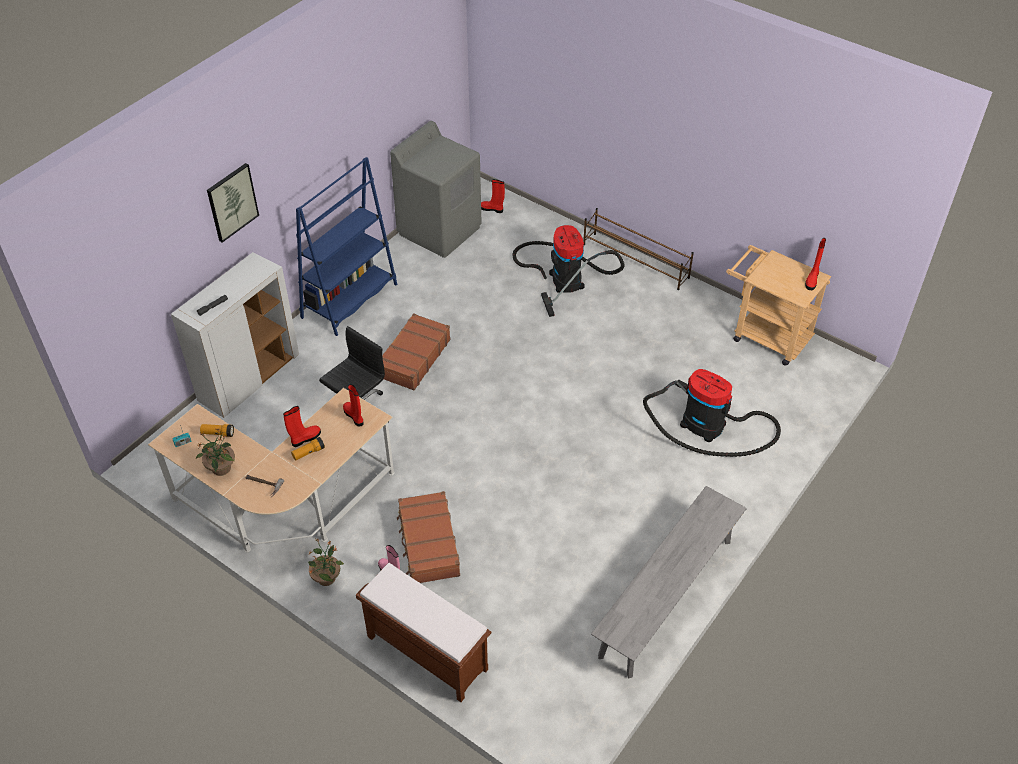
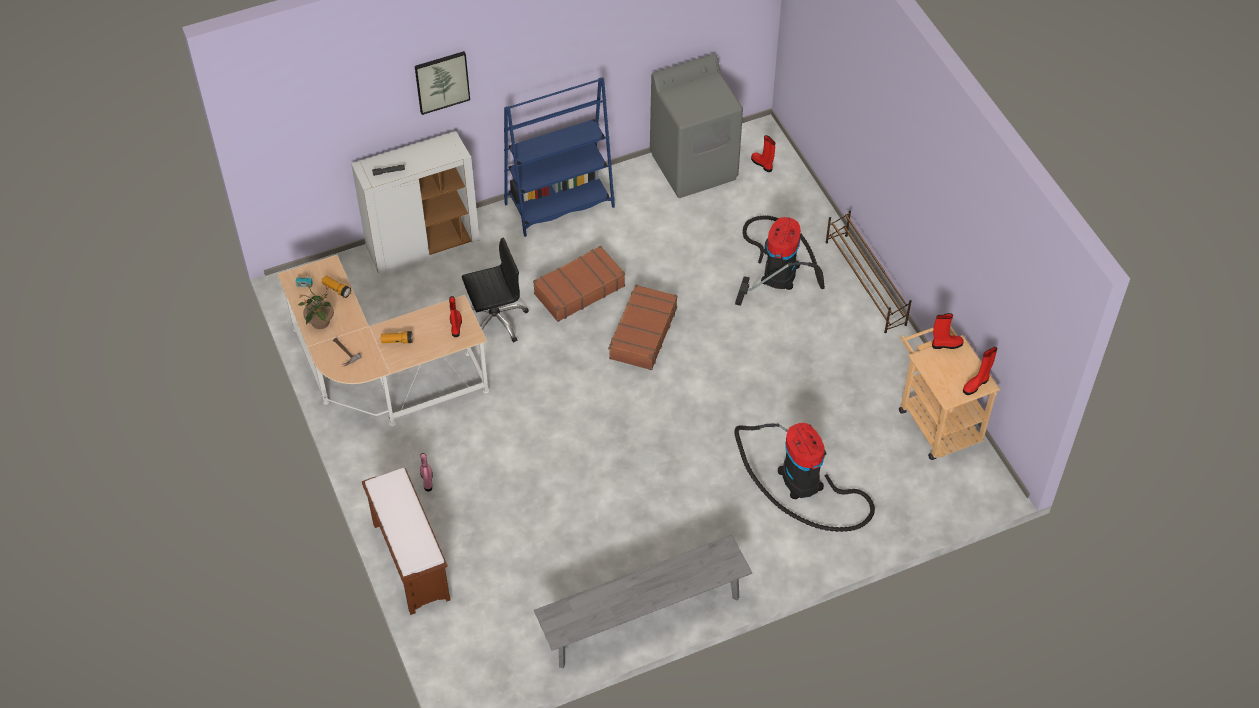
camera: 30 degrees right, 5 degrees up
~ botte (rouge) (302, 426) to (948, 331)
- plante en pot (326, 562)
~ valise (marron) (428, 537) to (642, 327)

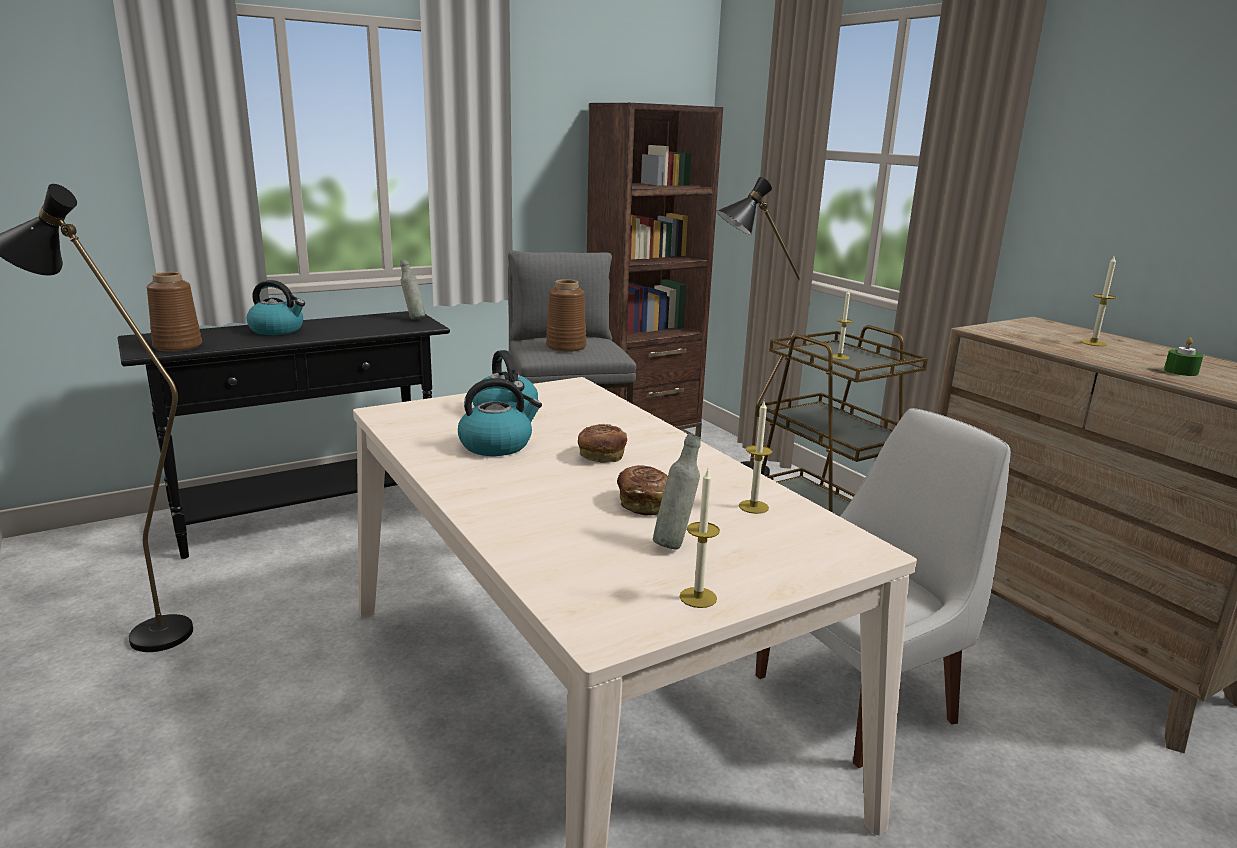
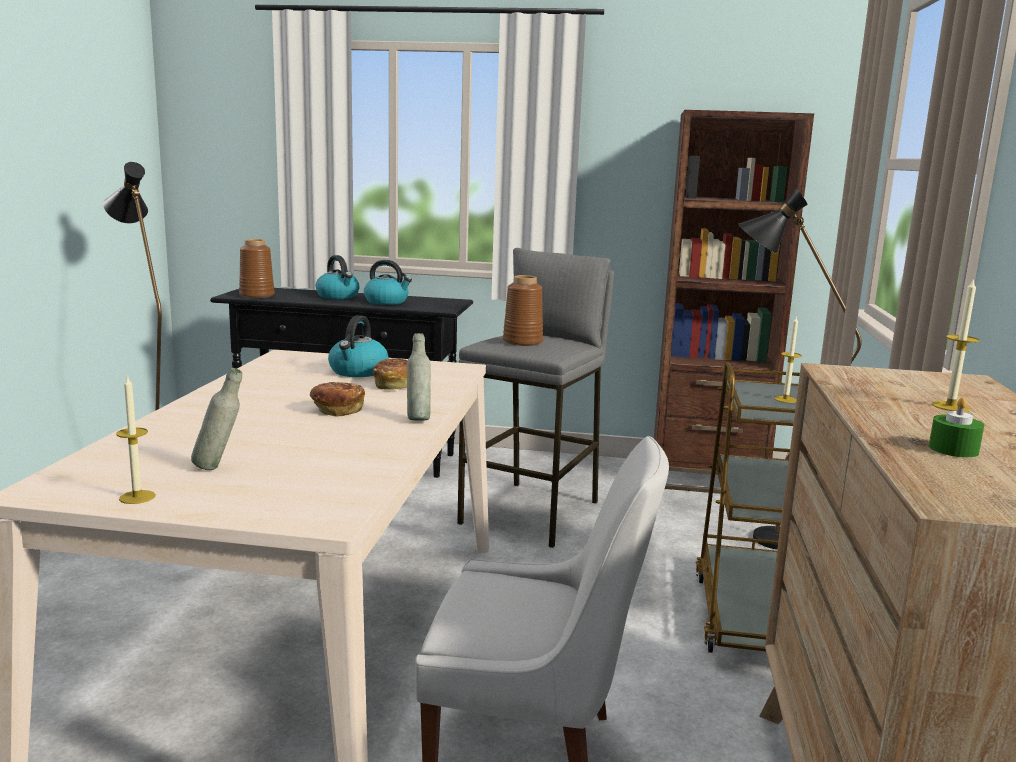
camera: 40 degrees right, 5 degrees down
~ bouteille (gris) (412, 290) to (419, 377)
~ bouilloire (500, 417) to (388, 282)
~ pain (642, 490) to (390, 373)
- bougie (756, 457)

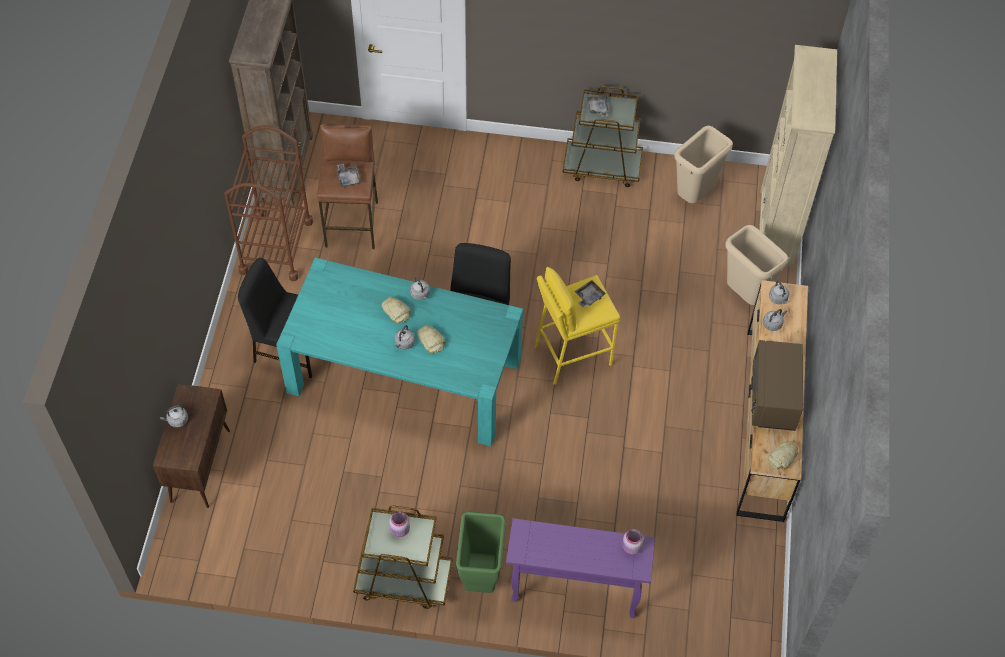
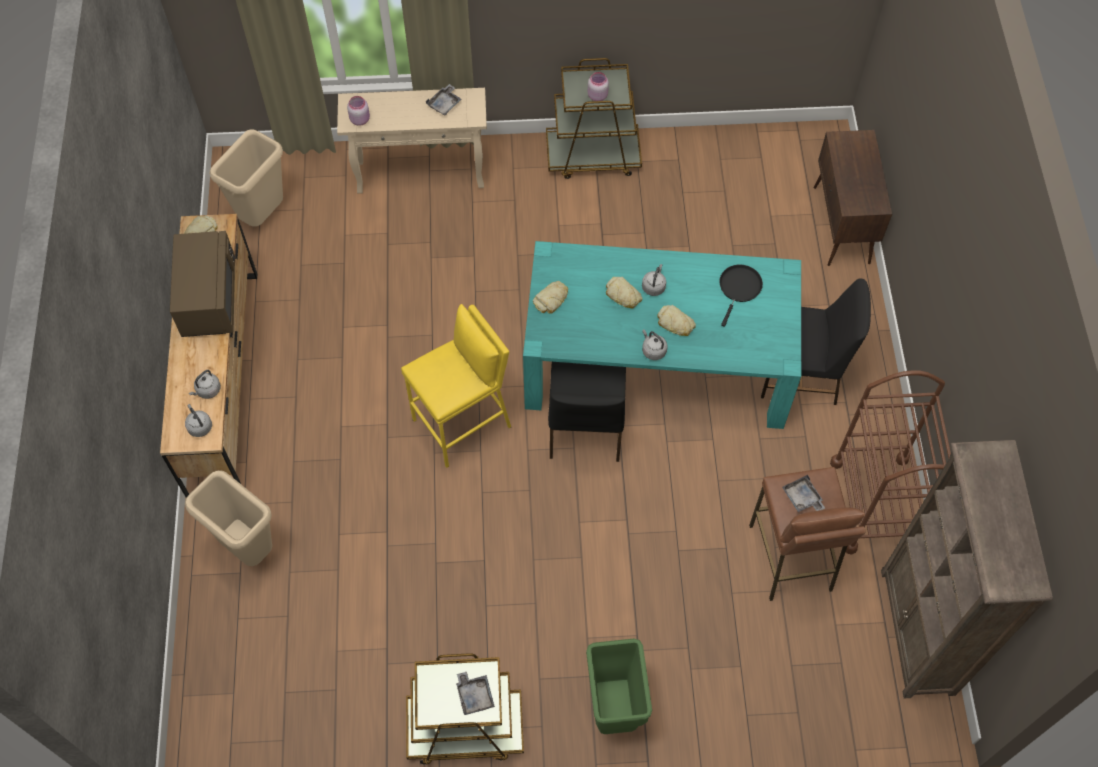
camera: 170 degrees right, 5 degrees up
- bouilloire (gris) (174, 416)
~ poubelle (vert) (481, 552) to (619, 686)
~ table console (violet) (580, 568) to table console (beige) (412, 141)
~ plateau (gris) (590, 293) to (443, 99)
~ poubelle (beige) (703, 164) to (246, 178)
- bibliothèque (beige) (798, 156)
+ pain (550, 297)
+ poêle (noir) (741, 296)

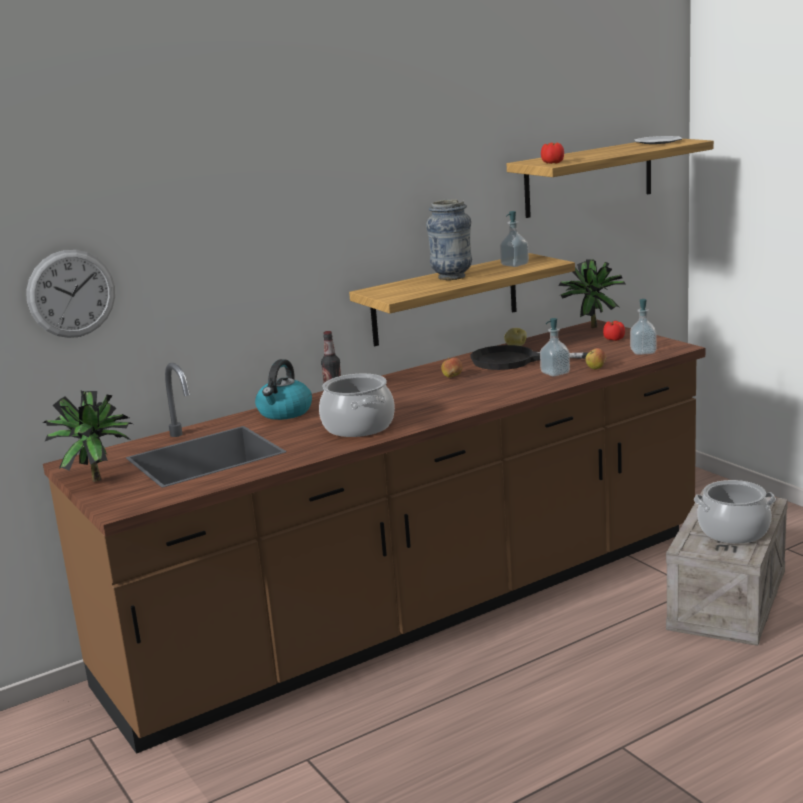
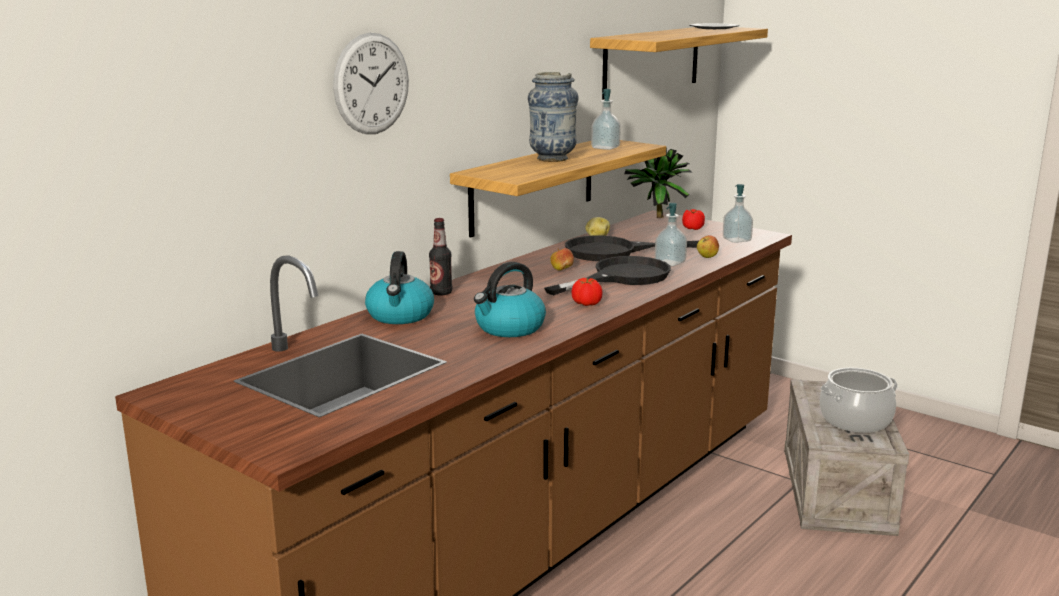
camera: 20 degrees left, 0 degrees up
~ horloge murale (70, 294) to (371, 83)
- plante en pot (87, 436)
~ marmite (357, 405) to bouilloire (510, 299)
~ tomate (552, 153) to (587, 292)
+ poêle (noir) (607, 275)

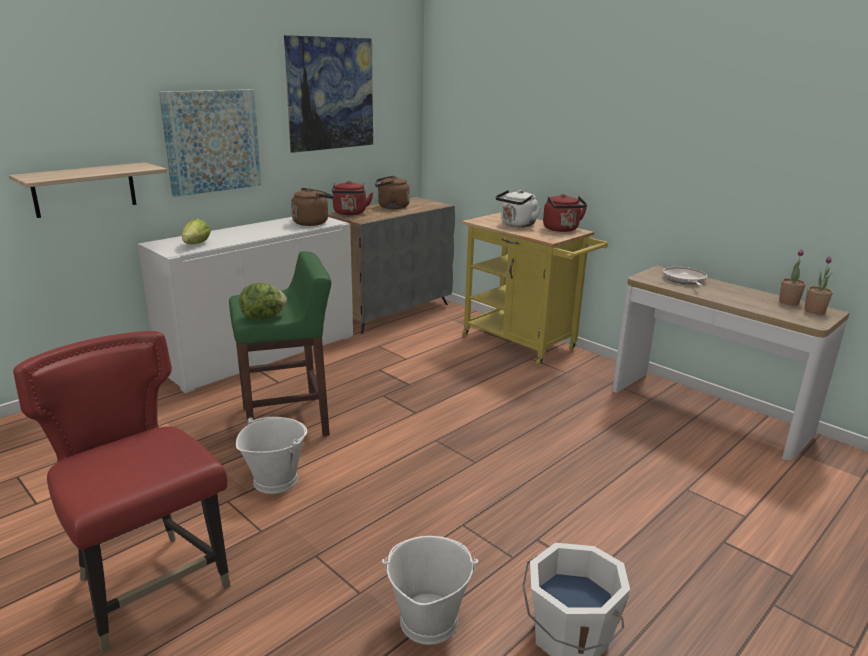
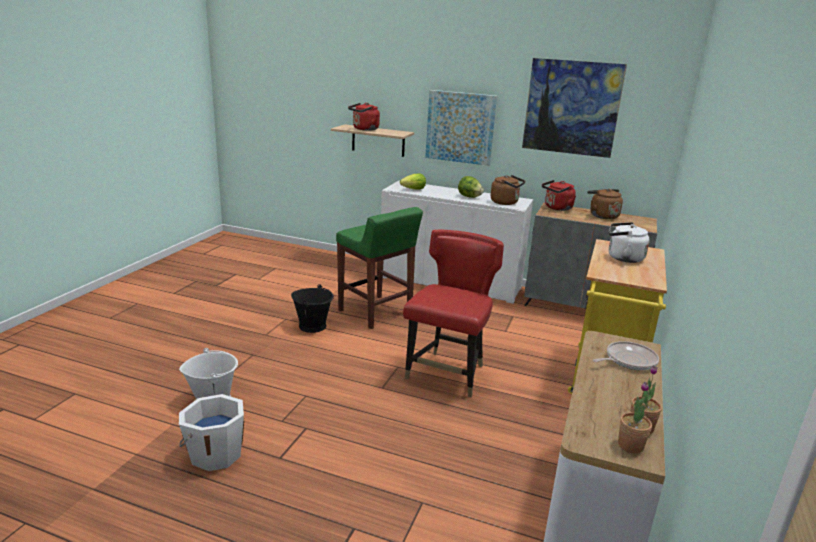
camera: 65 degrees right, 0 degrees up
~ chaise (rouge) (122, 492) to (453, 313)
~ seau (blanc) (271, 455) to seau (noir) (312, 308)
~ laitue (263, 301) to (471, 187)
~ bouilloire (rouge) (565, 213) to (364, 117)

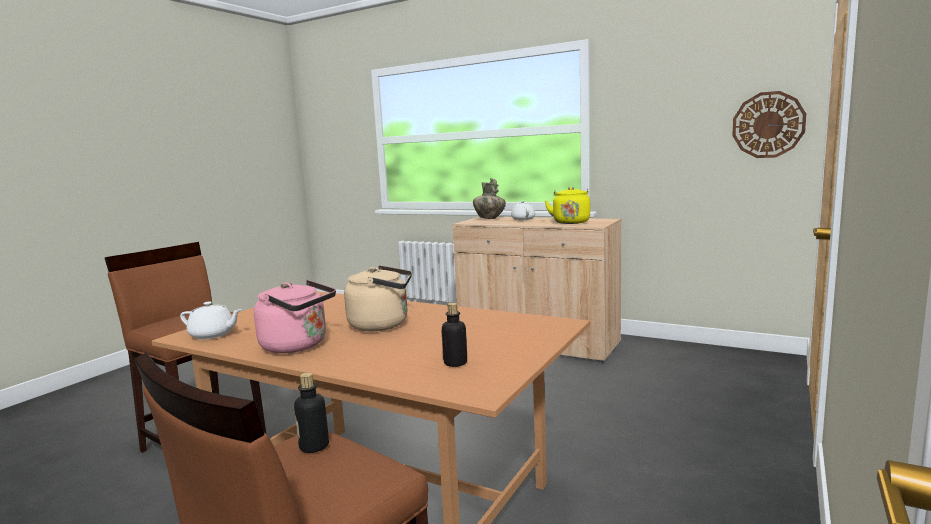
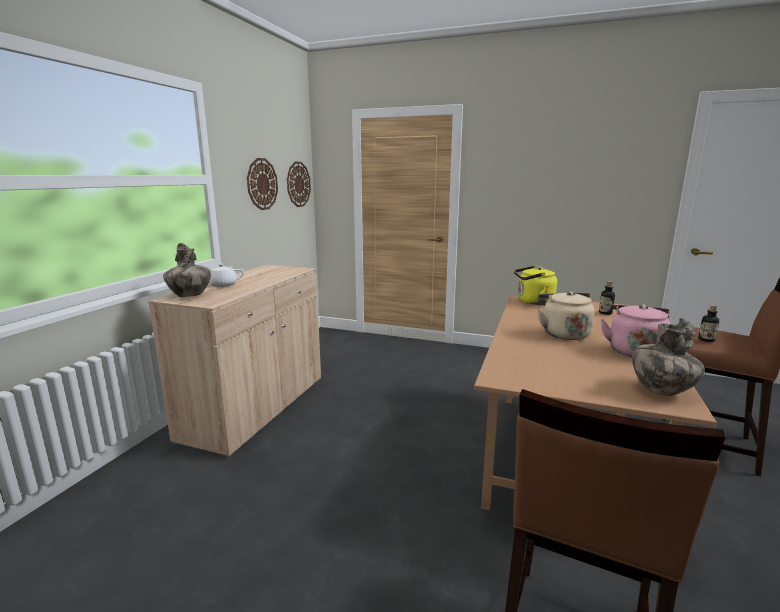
camera: 100 degrees left, 5 degrees up
~ théière (blanc) (211, 320) to vase (668, 357)
~ bouilloire (jaune) (567, 205) to (535, 285)
+ horloge murale (262, 184)

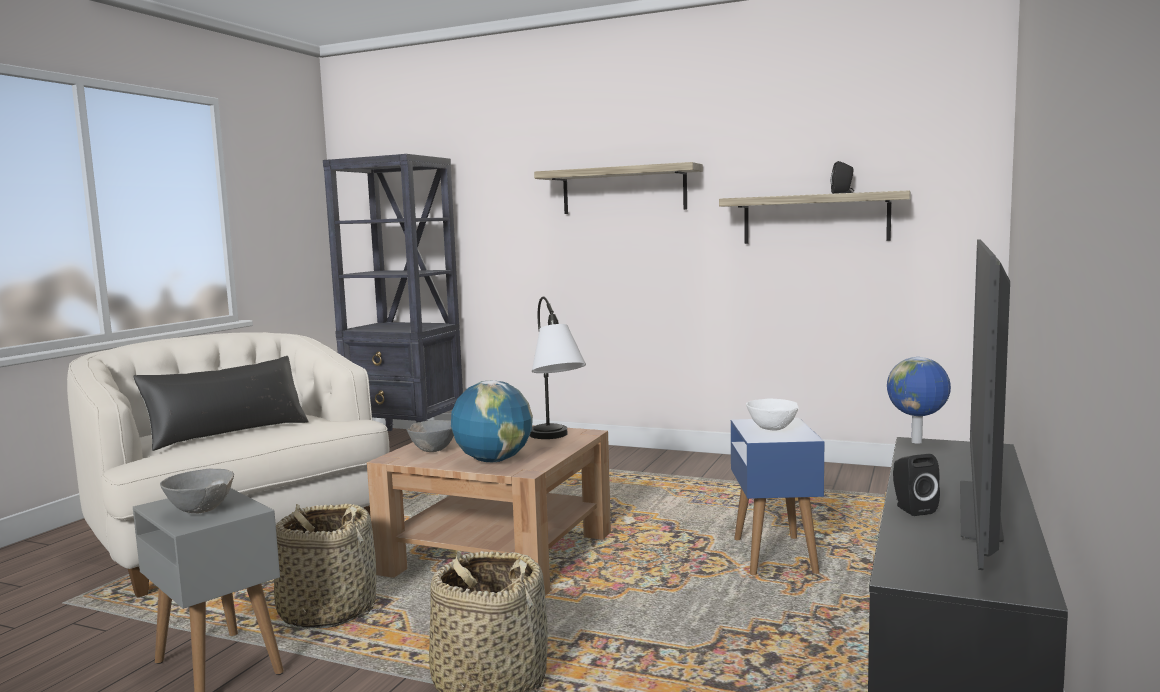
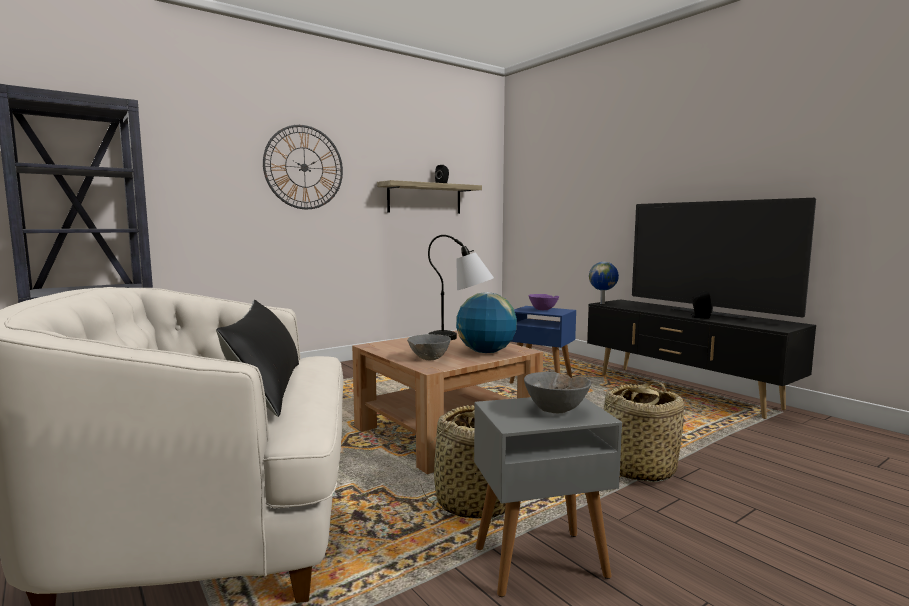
camera: 60 degrees left, 0 degrees up
~ étagère (618, 188) to horloge murale (303, 167)
~ bol (blanc) (772, 414) to bol (violet) (544, 302)

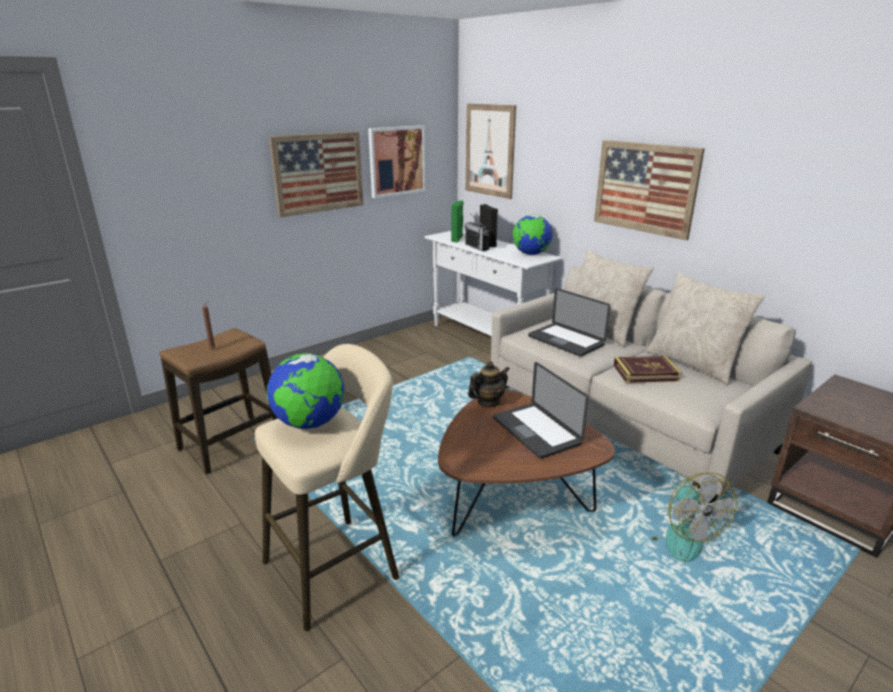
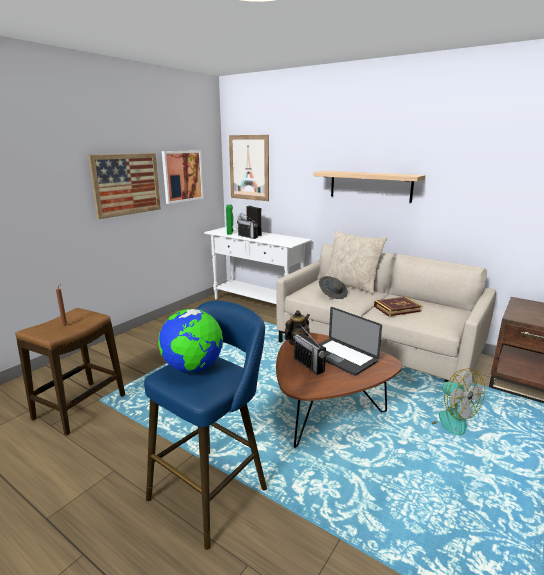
camera: 15 degrees left, 5 degrees down
~ tabouret (beige) (327, 487) to tabouret (bleu) (205, 425)
- globe (533, 235)
~ ordinateur portable (569, 322) to chapeau (gris) (333, 287)
~ tableau (649, 190) to étagère (369, 187)
- coussin (beige) (705, 328)
+ radio (309, 350)

